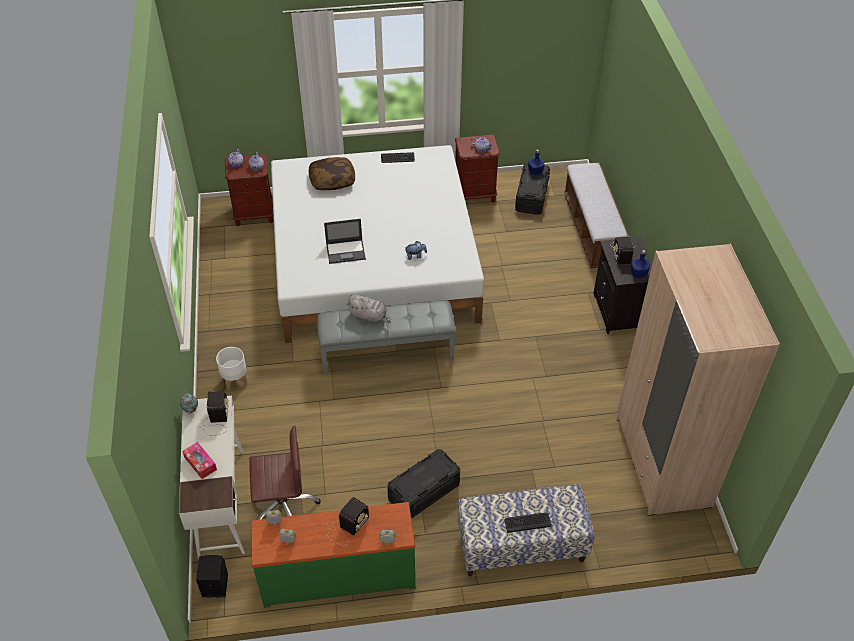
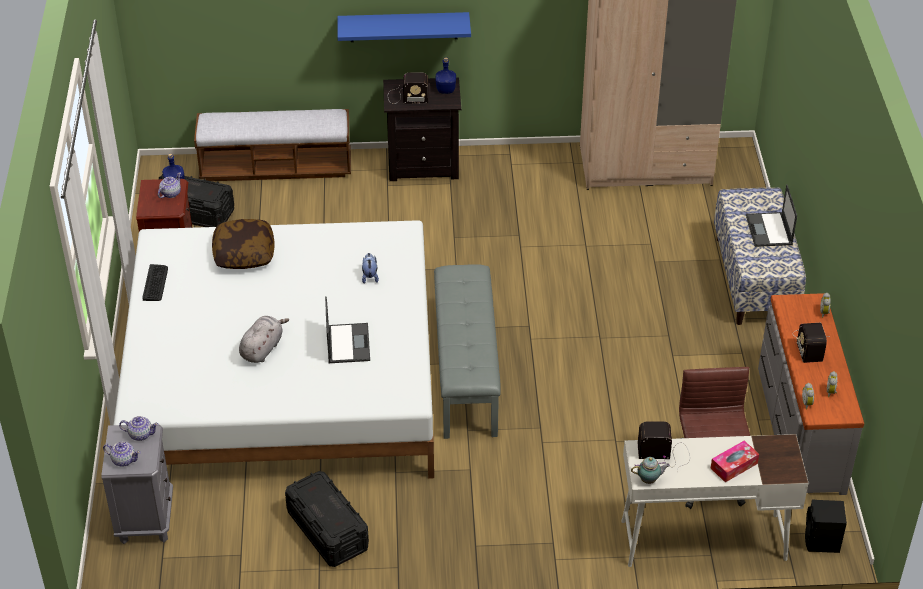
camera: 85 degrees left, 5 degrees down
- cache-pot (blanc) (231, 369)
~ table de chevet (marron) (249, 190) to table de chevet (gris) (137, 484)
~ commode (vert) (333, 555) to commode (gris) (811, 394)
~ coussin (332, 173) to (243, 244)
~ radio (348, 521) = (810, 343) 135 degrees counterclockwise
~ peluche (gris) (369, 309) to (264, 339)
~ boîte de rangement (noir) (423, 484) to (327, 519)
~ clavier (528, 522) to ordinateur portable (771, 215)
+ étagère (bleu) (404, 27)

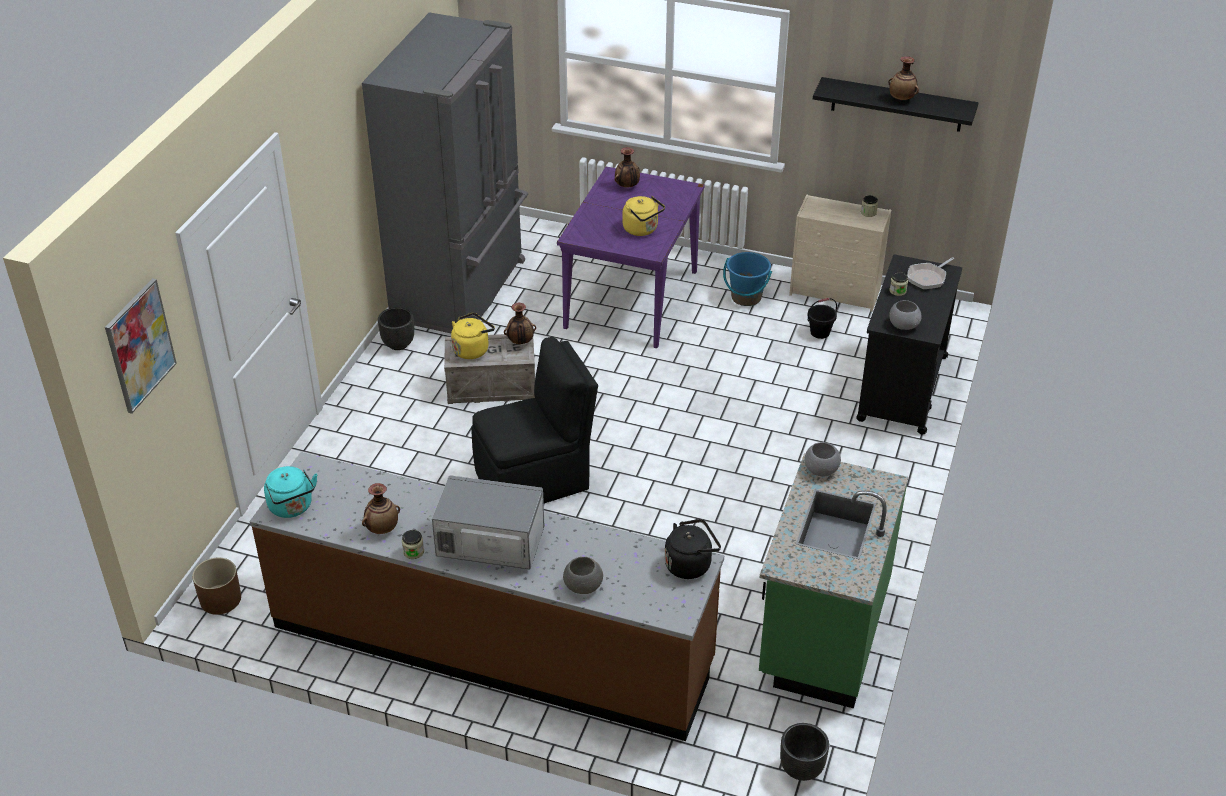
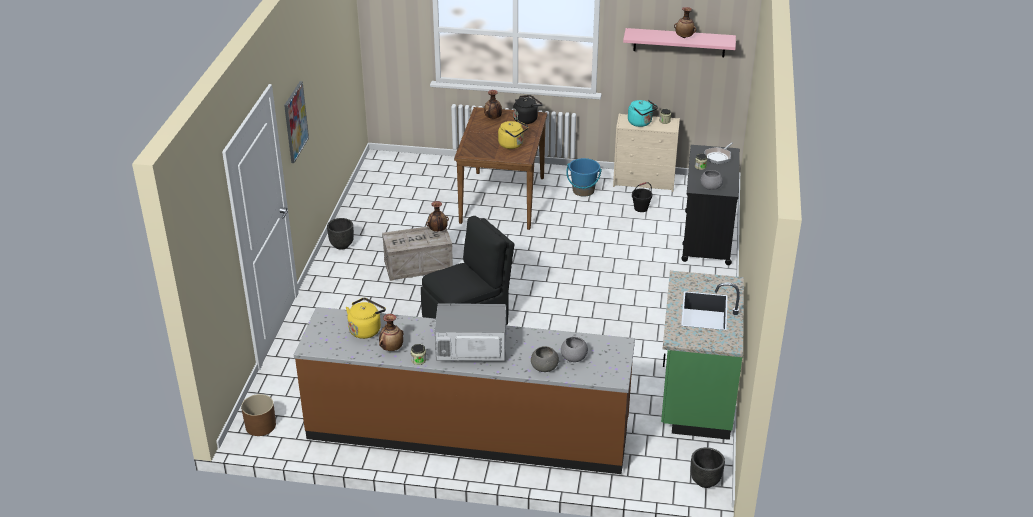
camera: 10 degrees left, 5 degrees down
~ tableau (141, 346) to (296, 122)
~ bouilloire (turquoise) (290, 492) to (643, 113)
- réfrigérateur (gris) (445, 172)
~ bouilloire (jaune) (473, 336) to (366, 318)
~ table à manger (violet) (631, 257) to table à manger (marron) (500, 168)
~ bouilloire (noir) (693, 549) to (528, 109)
~ bol (gris) (822, 459) to (574, 349)
~ étagère (noir) (895, 104) to étagère (rose) (679, 42)

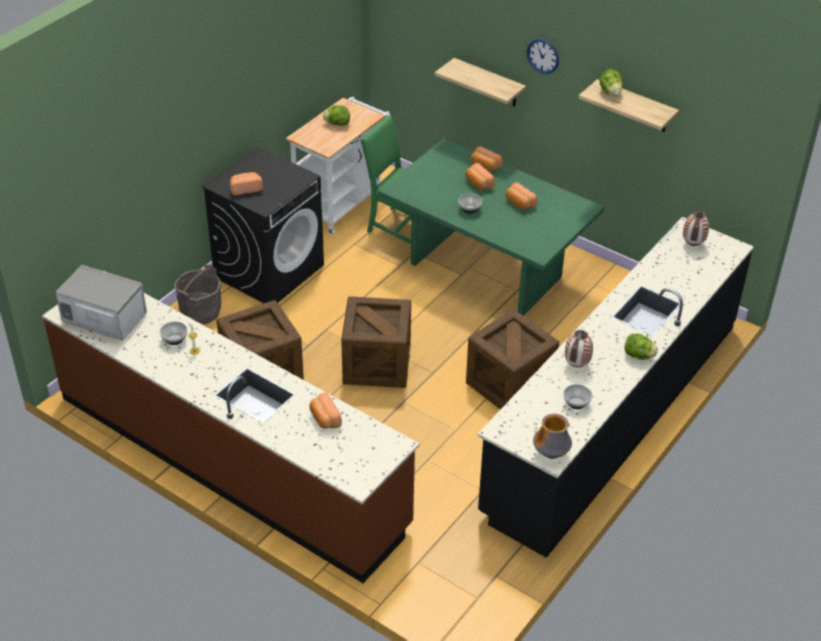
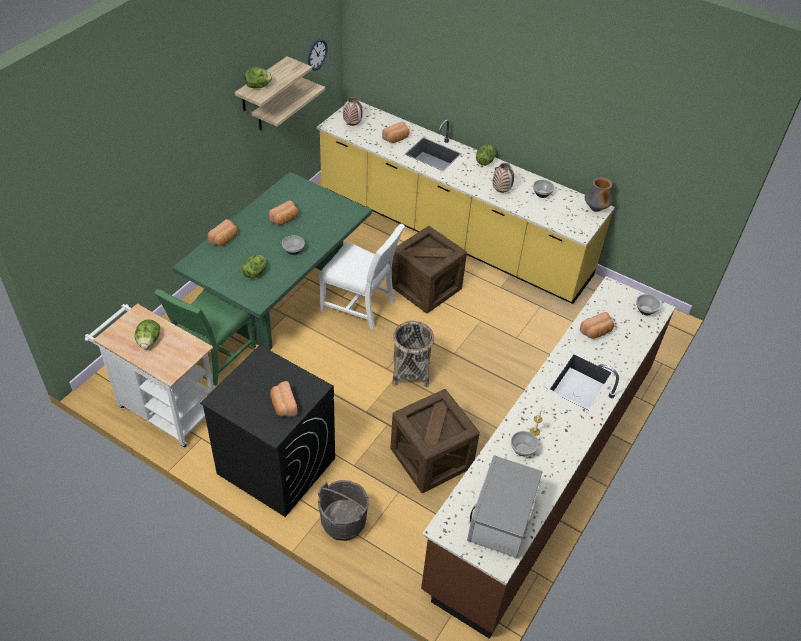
camera: 95 degrees left, 5 degrees up
~ caisse (376, 342) to panier (413, 354)
~ étagère (480, 82) to (288, 104)
~ pain (480, 176) to (396, 132)
~ comptoir de cuisine (noir) (616, 387) to comptoir de cuisine (jaune) (466, 202)
~ horloge murale (543, 56) to (318, 55)
+ laitue (253, 266)
+ chaise (blanc) (362, 277)
+ bol (648, 304)

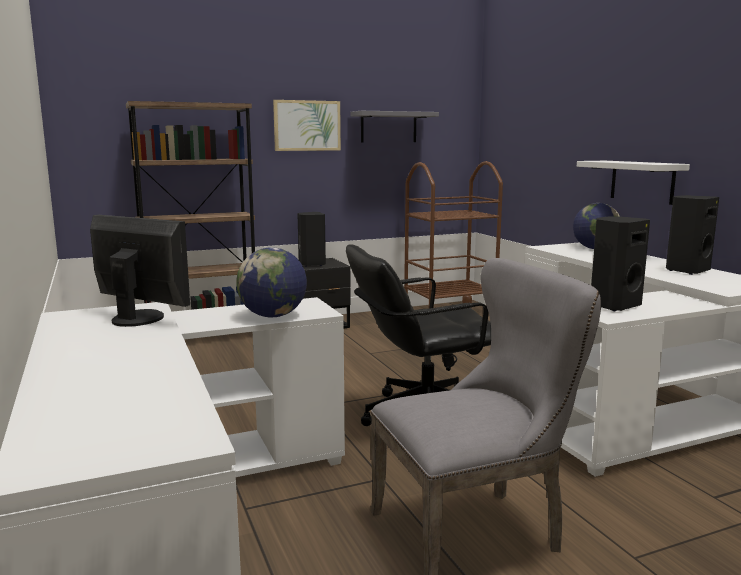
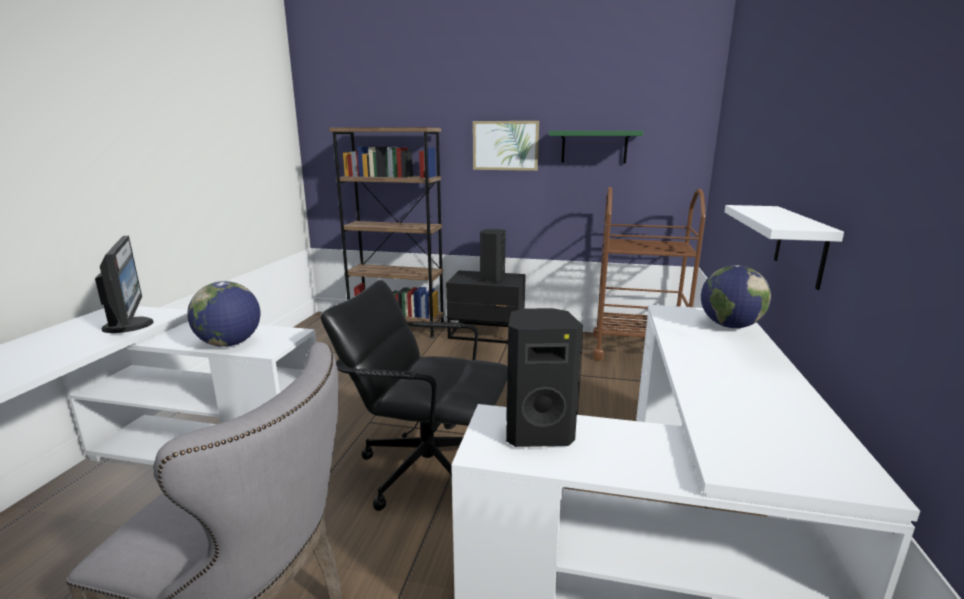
camera: 35 degrees right, 5 degrees up
~ étagère (gris) (395, 126) to étagère (vert) (596, 147)
- enceinte (noir) (692, 235)

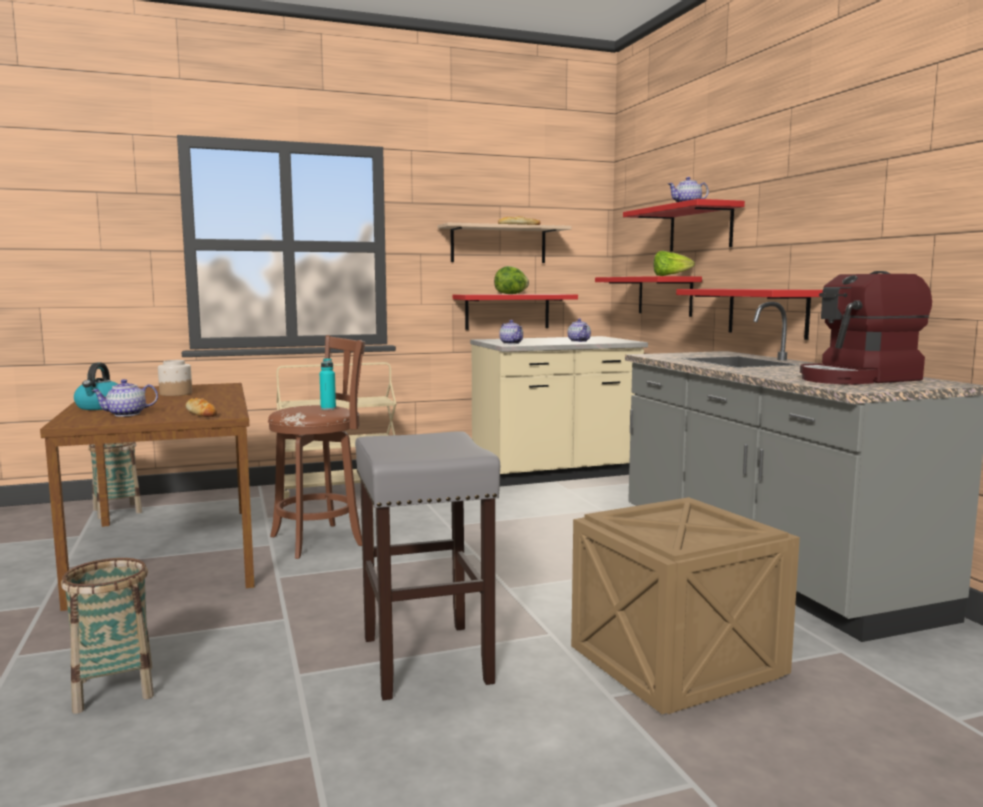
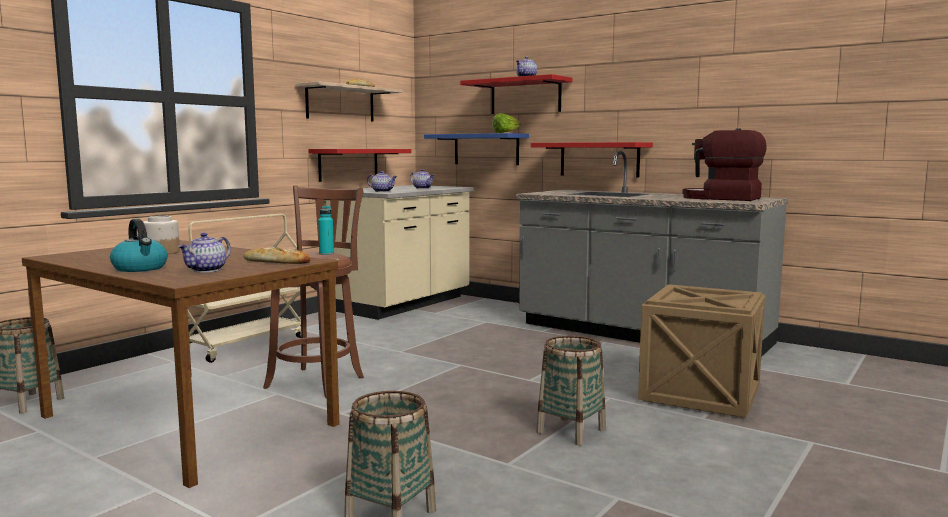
camera: 35 degrees left, 0 degrees up
~ tabouret (gris) (427, 565) to panier (571, 391)
- laitue (511, 280)
~ étagère (rouge) (648, 296) to étagère (bleu) (476, 149)
~ machine à café (866, 328) = (724, 164) 90 degrees clockwise

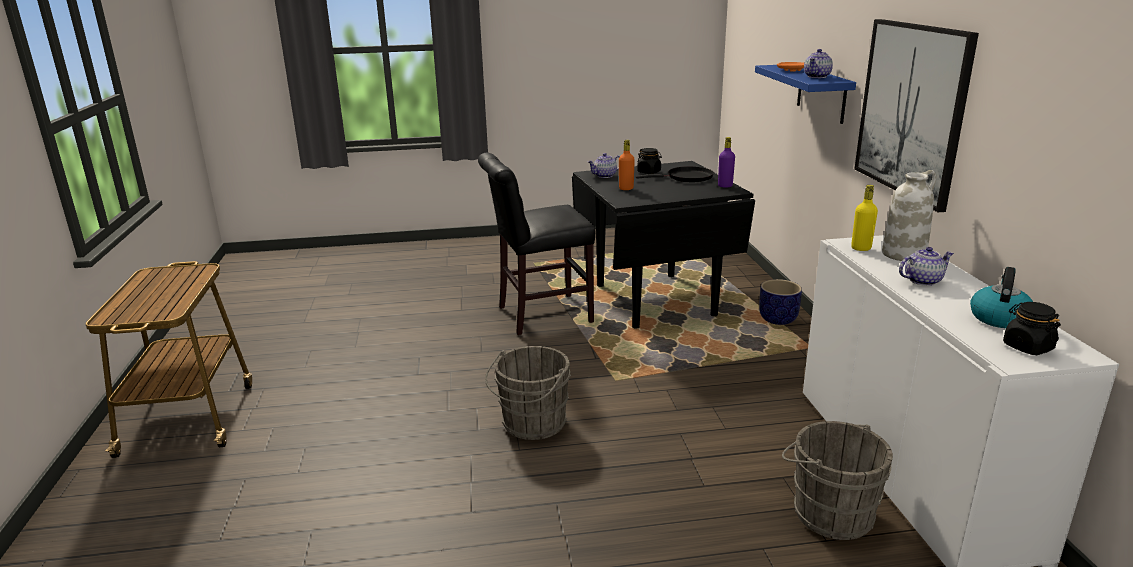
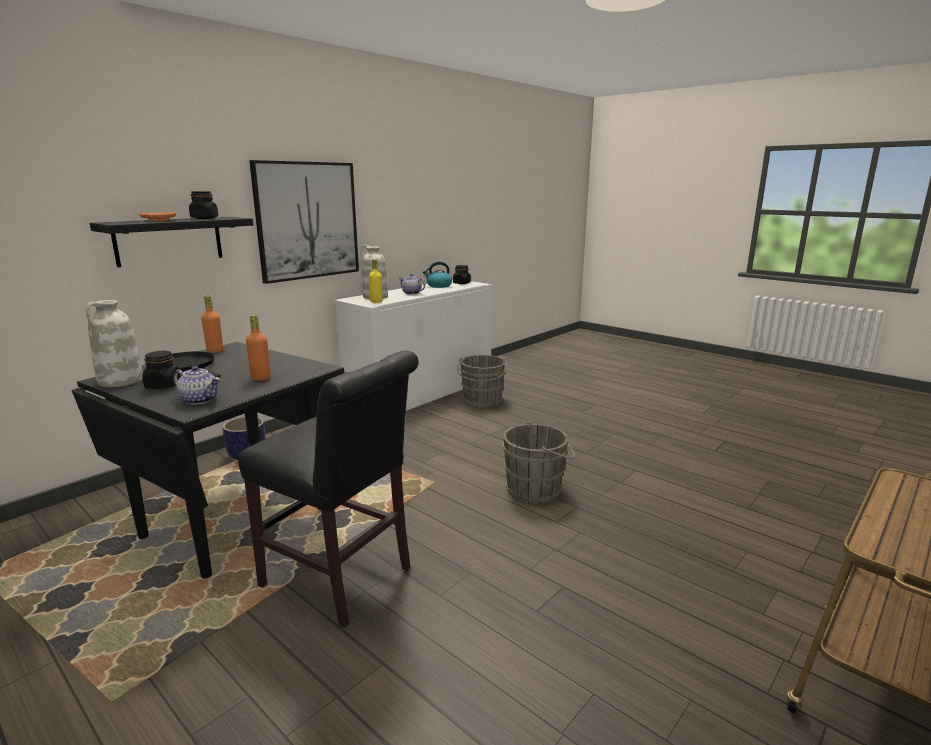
camera: 130 degrees left, 5 degrees down
~ bouteille (violet) (726, 162) to bouteille (orange) (212, 324)
~ étagère (bleu) (805, 94) to étagère (noir) (171, 242)
~ théière (818, 63) to bocal (noir) (203, 205)
+ vase (blanc) (114, 343)

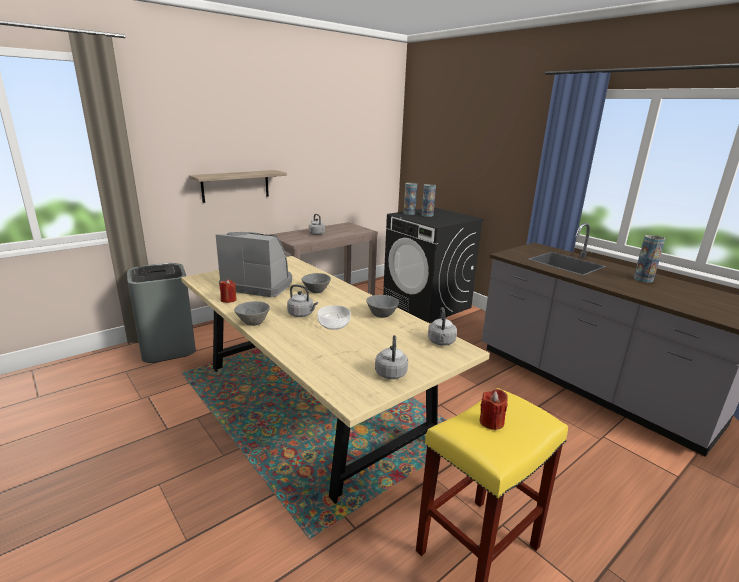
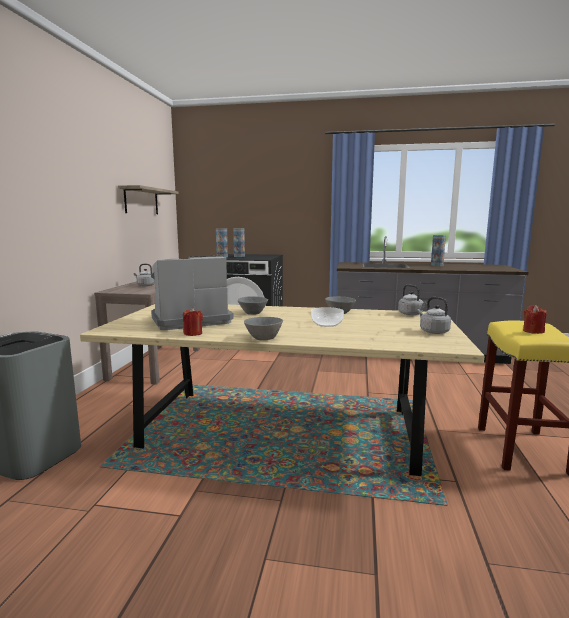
camera: 40 degrees left, 10 degrees down
~ étagère (238, 186) to (148, 199)
- bouilloire (gris) (302, 300)

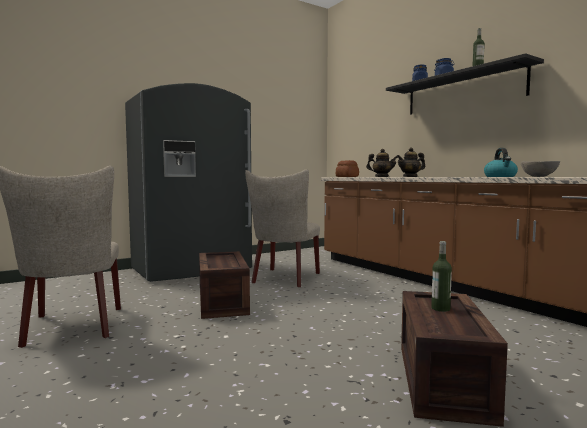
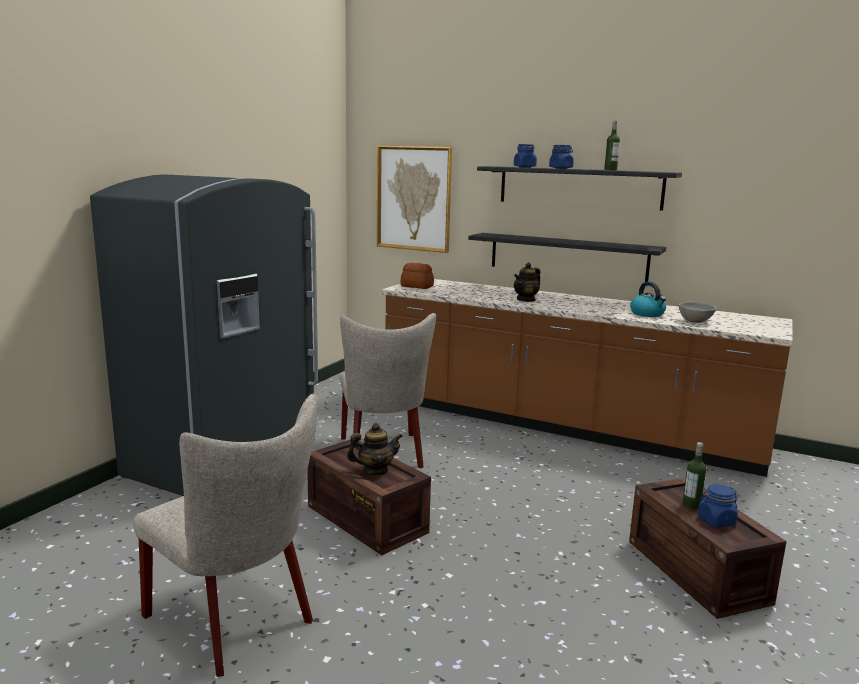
camera: 30 degrees left, 10 degrees up
~ théière (382, 163) to (375, 449)
+ tableau (414, 199)
+ étagère (noir) (567, 257)
+ bocal (bleu) (718, 505)

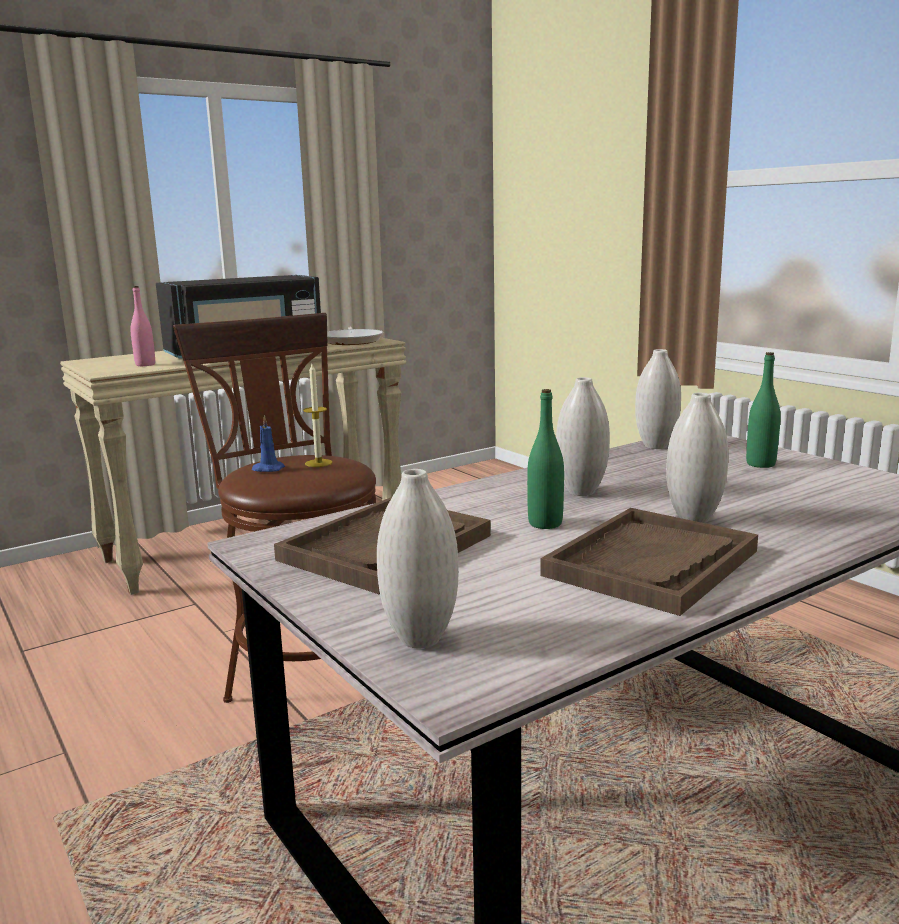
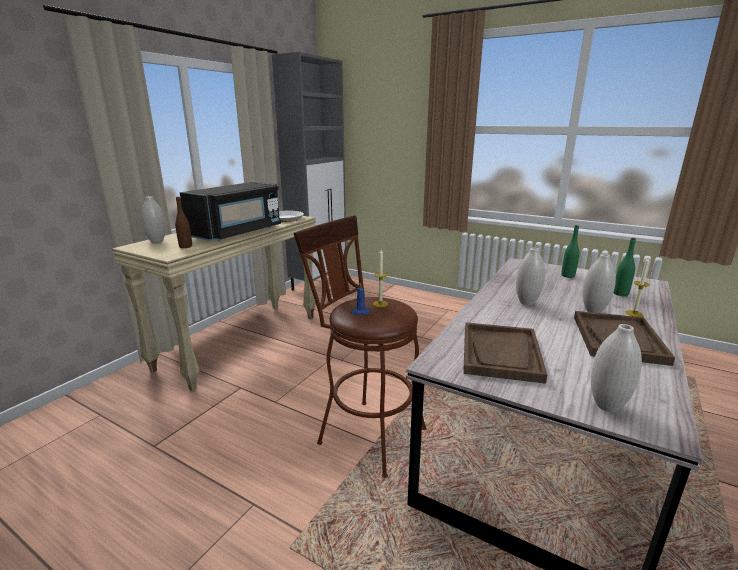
camera: 25 degrees left, 5 degrees up
~ bouteille (rose) (142, 326) to bouteille (marron) (183, 222)
~ bouteille (vert) (545, 459) to (625, 267)
~ vase (blanc) (658, 399) to (153, 219)
+ meuble de rangement (gris) (309, 171)
+ bougie (637, 287)

